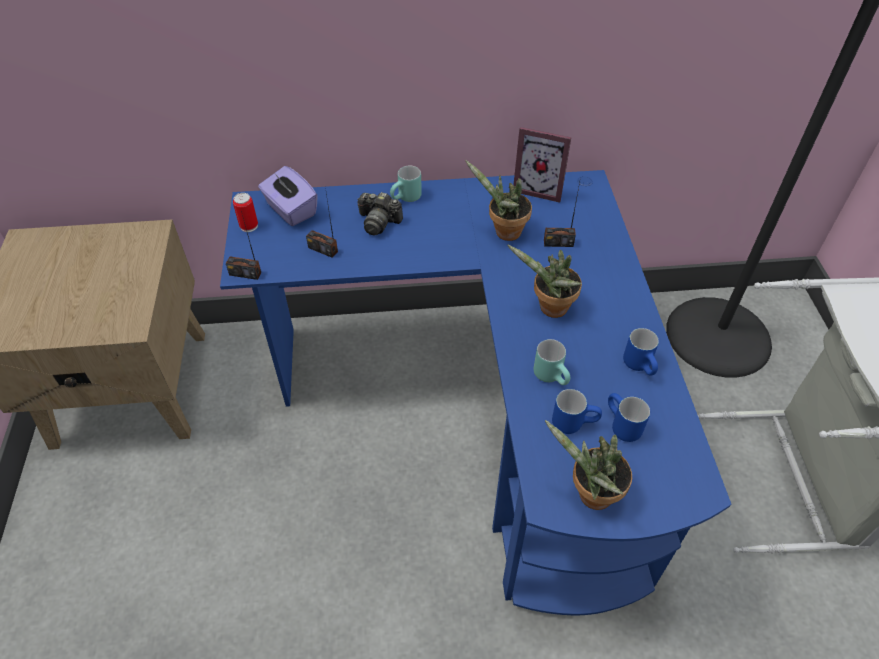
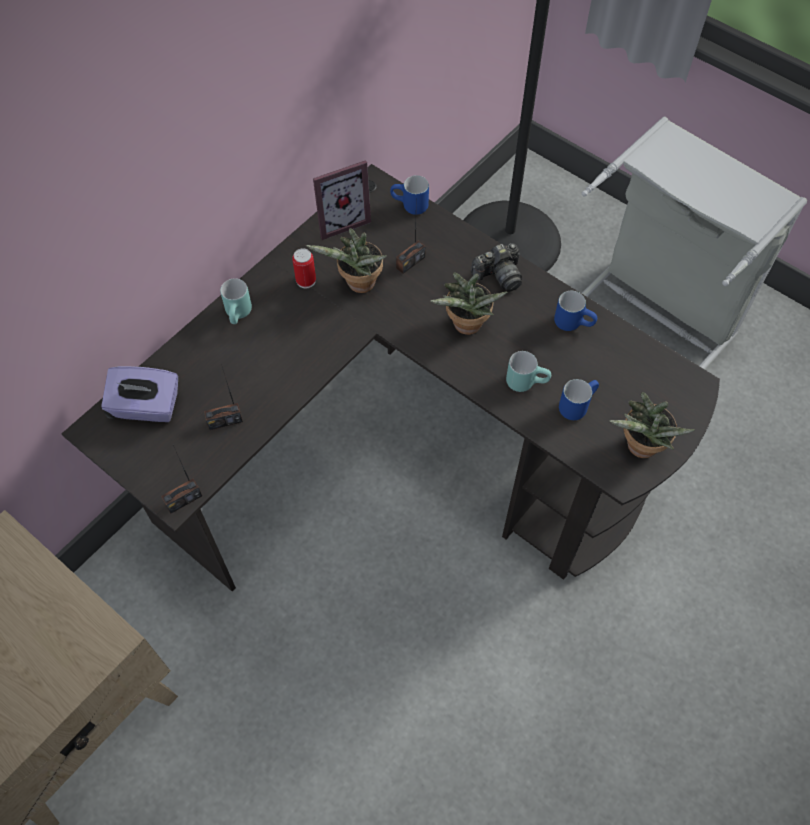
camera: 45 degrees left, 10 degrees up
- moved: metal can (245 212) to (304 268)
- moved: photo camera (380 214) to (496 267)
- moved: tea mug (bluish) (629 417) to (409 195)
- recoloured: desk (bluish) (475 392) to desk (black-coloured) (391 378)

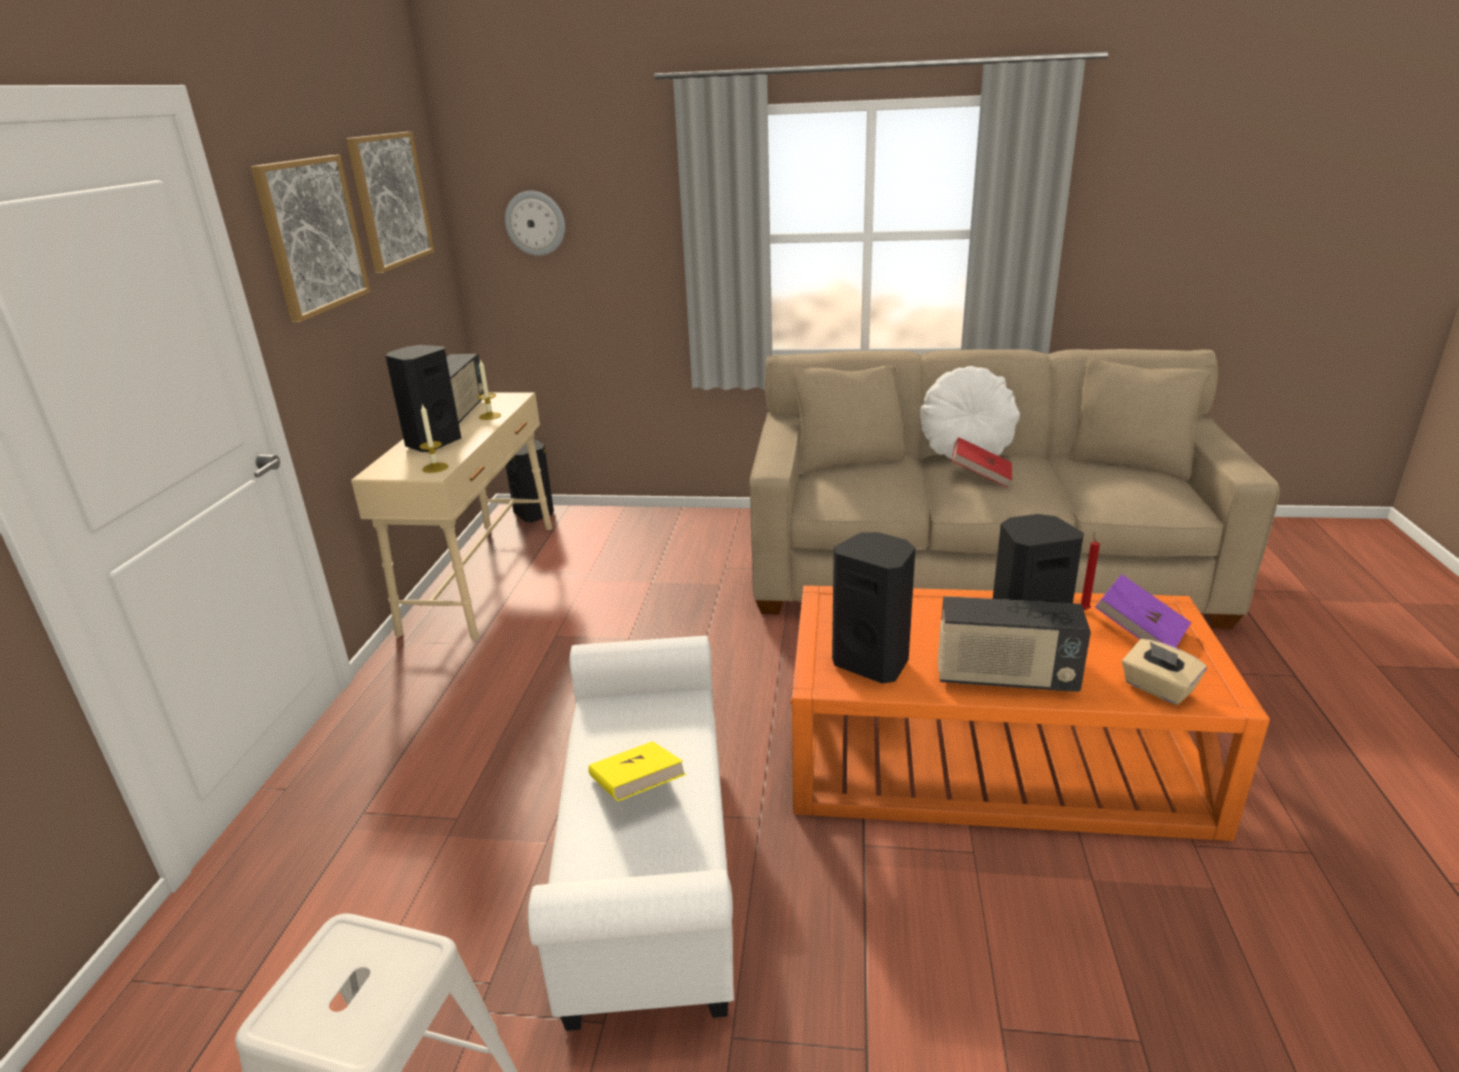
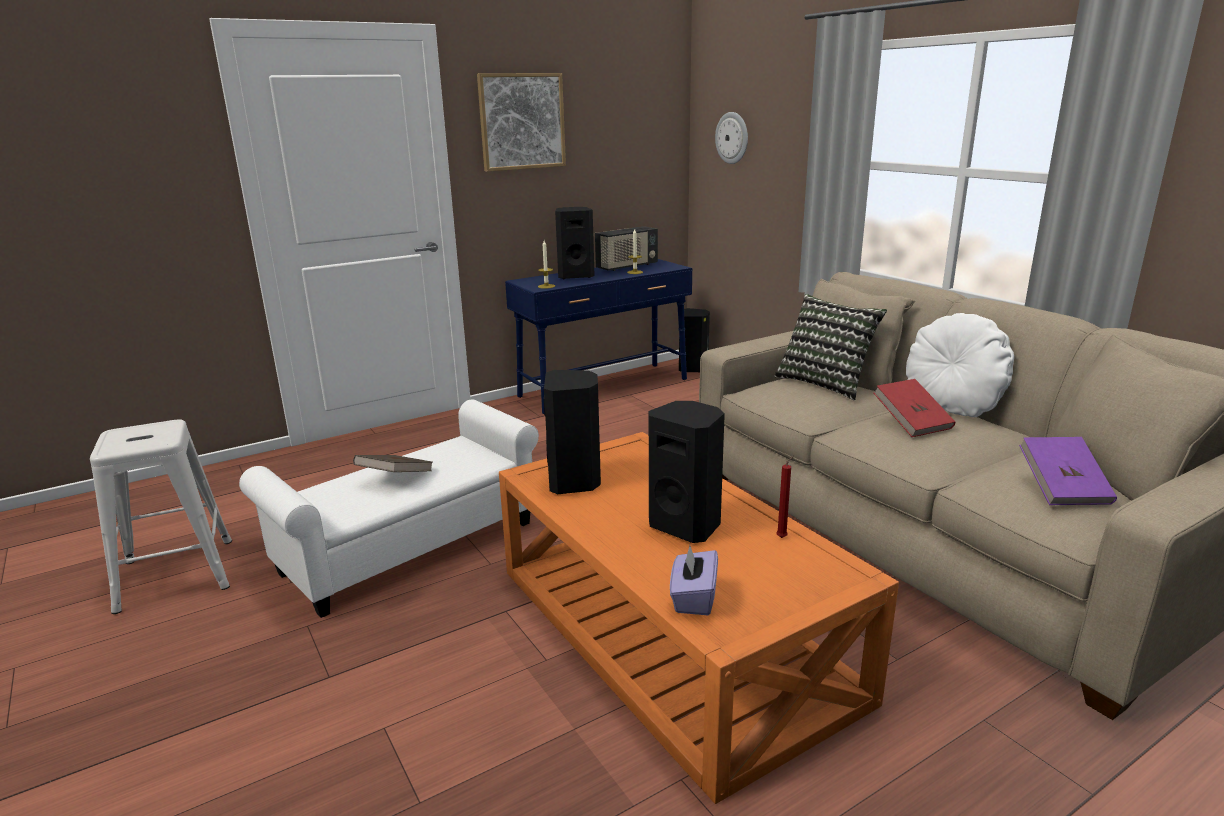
camera: 50 degrees right, 5 degrees down
- removed: picture (390 202)
- removed: radio (1014 644)
- added: cushion (831 347)
- moved: volume (purple) (1143 610) to (1068 471)
- recoloured: narrow table (beige-coloured) (451 516) to narrow table (bluish) (599 336)
- recoloured: volume (yellow) (637 771) to volume (brown) (392 463)
- recoloured: tissue holder (beige-coloured) (1164 672) to tissue holder (purple) (694 580)

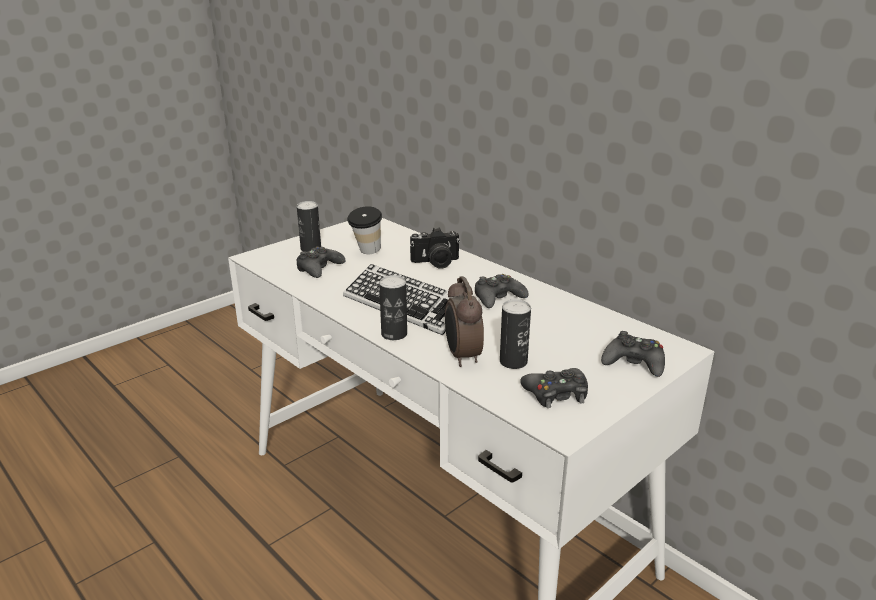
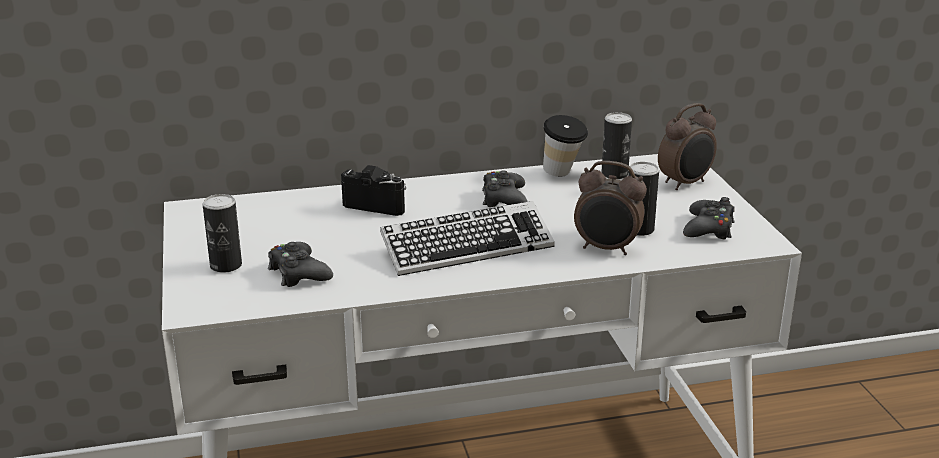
camera: 60 degrees left, 0 degrees up
- moved: small cup (364 230) to (565 146)
- moved: metal can (393 307) to (616 145)
- replaced: gamepad (black-coloured) (633 354) to table clock (687 146)
- turned: photo camera (435 248) = (373 190) 90 degrees counterclockwise

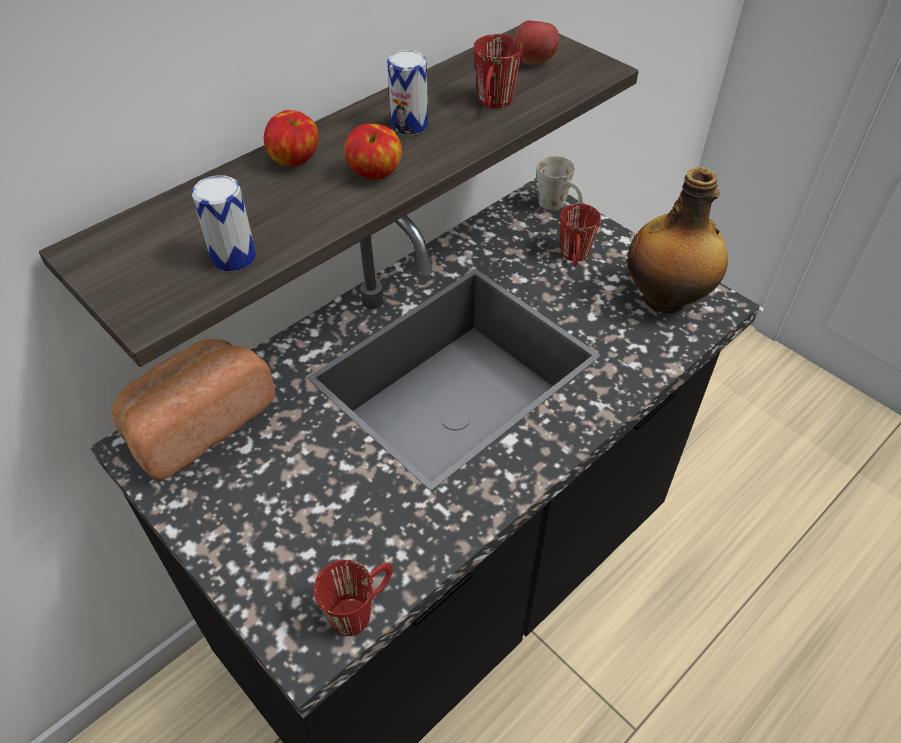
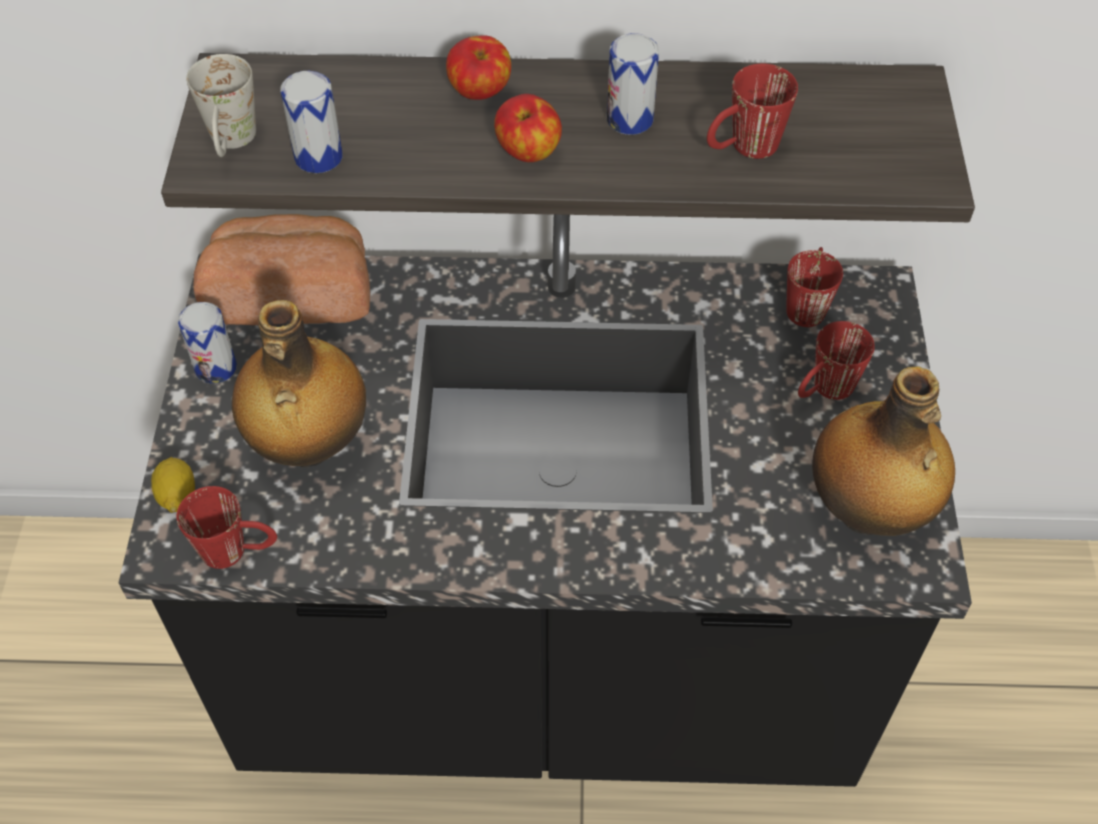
camera: 45 degrees right, 5 degrees up
- removed: apple fruit (536 42)
- added: whole lemon (173 485)
- added: metal can (207 343)
- added: bottle (299 383)
- added: tea mug (red-coloured) (814 287)
- moved: tea mug (whitish) (560 183) to (221 105)

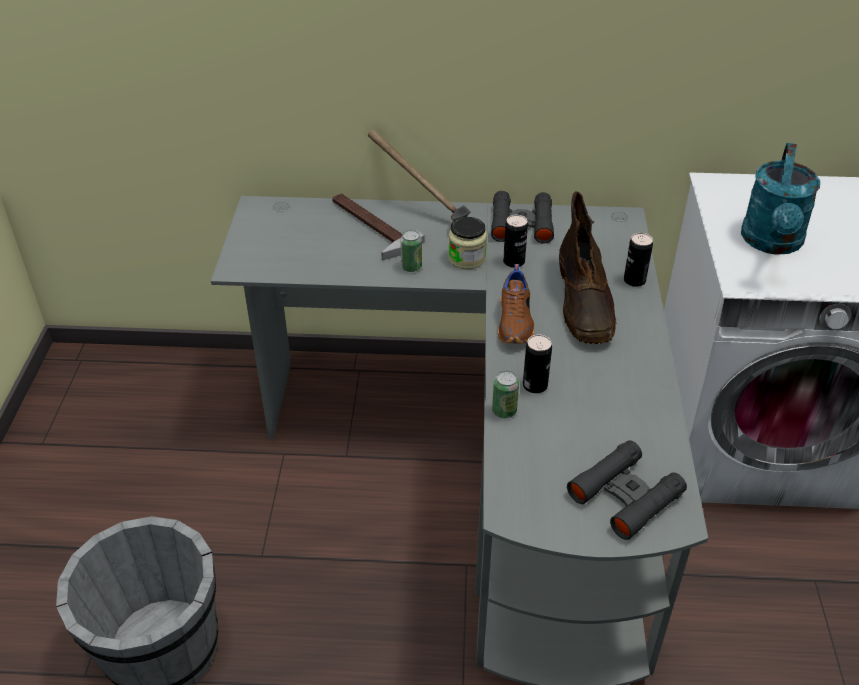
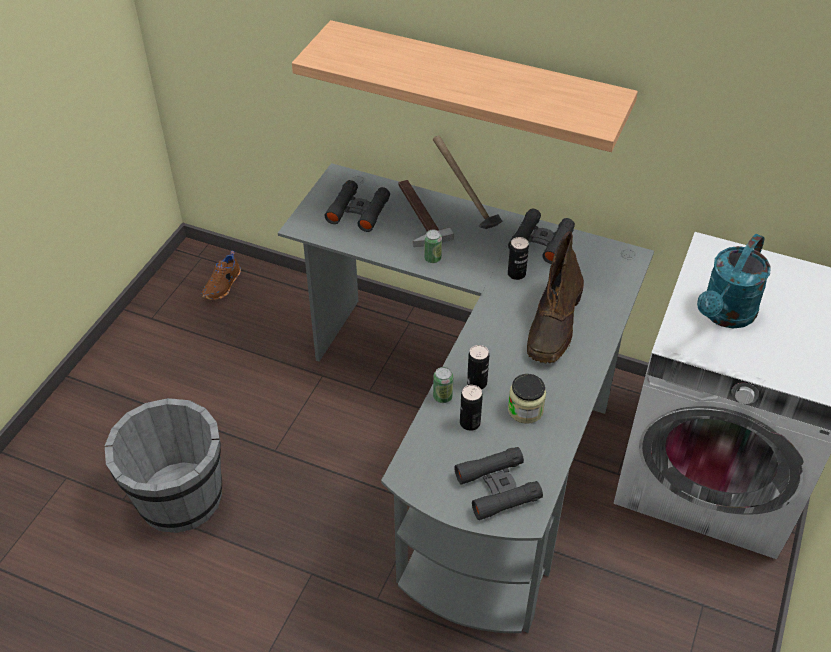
camera: 20 degrees right, 5 degrees up
- added: wall shelf (465 86)
- added: pair of binoculars (black-coloured) (357 206)
- moved: jar (467 243) to (527 399)
- moved: low shoe (brown) (516 304) to (221 275)
- moved: metal can (638 260) to (471 408)

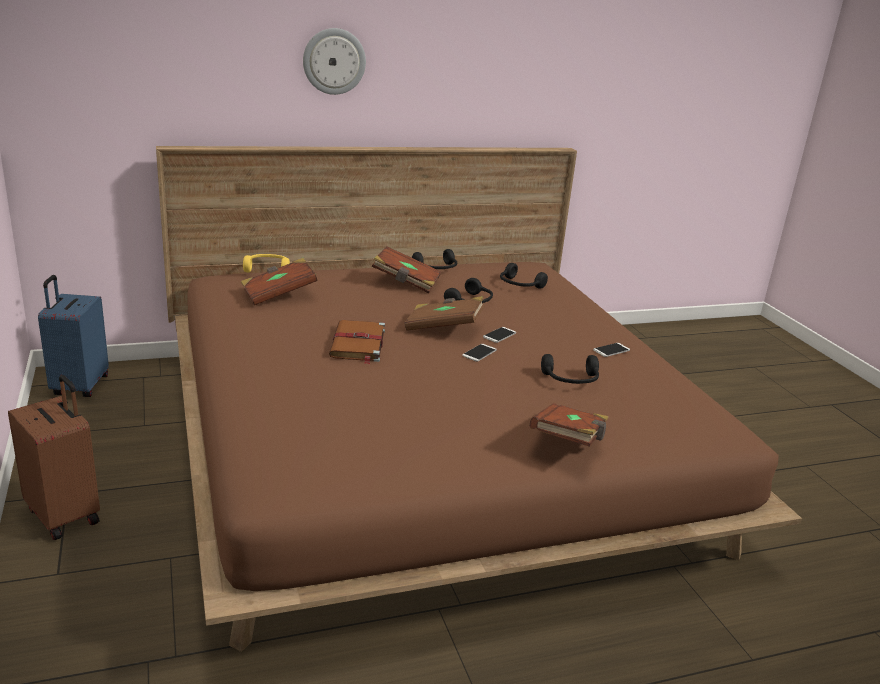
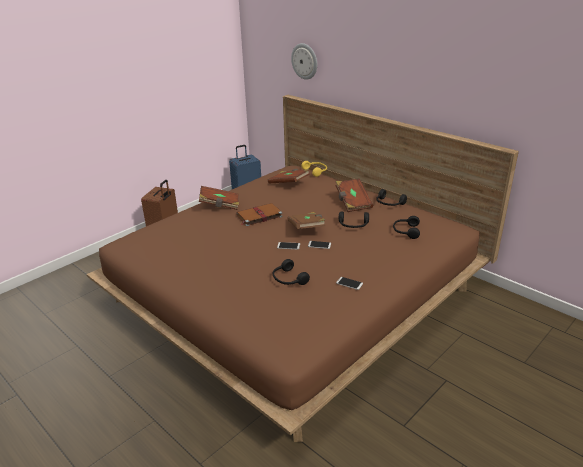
camera: 65 degrees right, 5 degrees up
- moved: hanging clock (334 61) to (304 61)
- moved: volume (brown) (569 425) to (219 198)

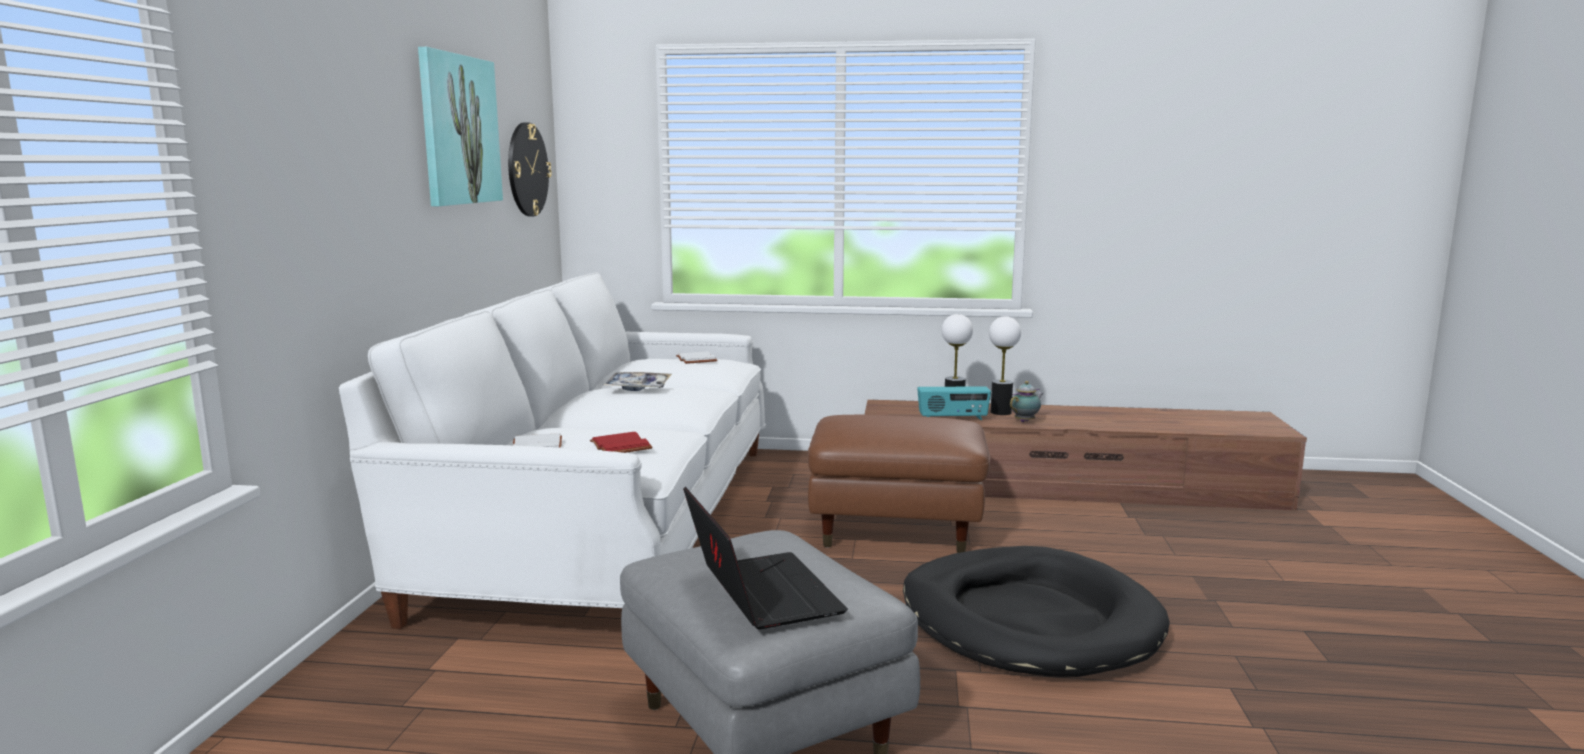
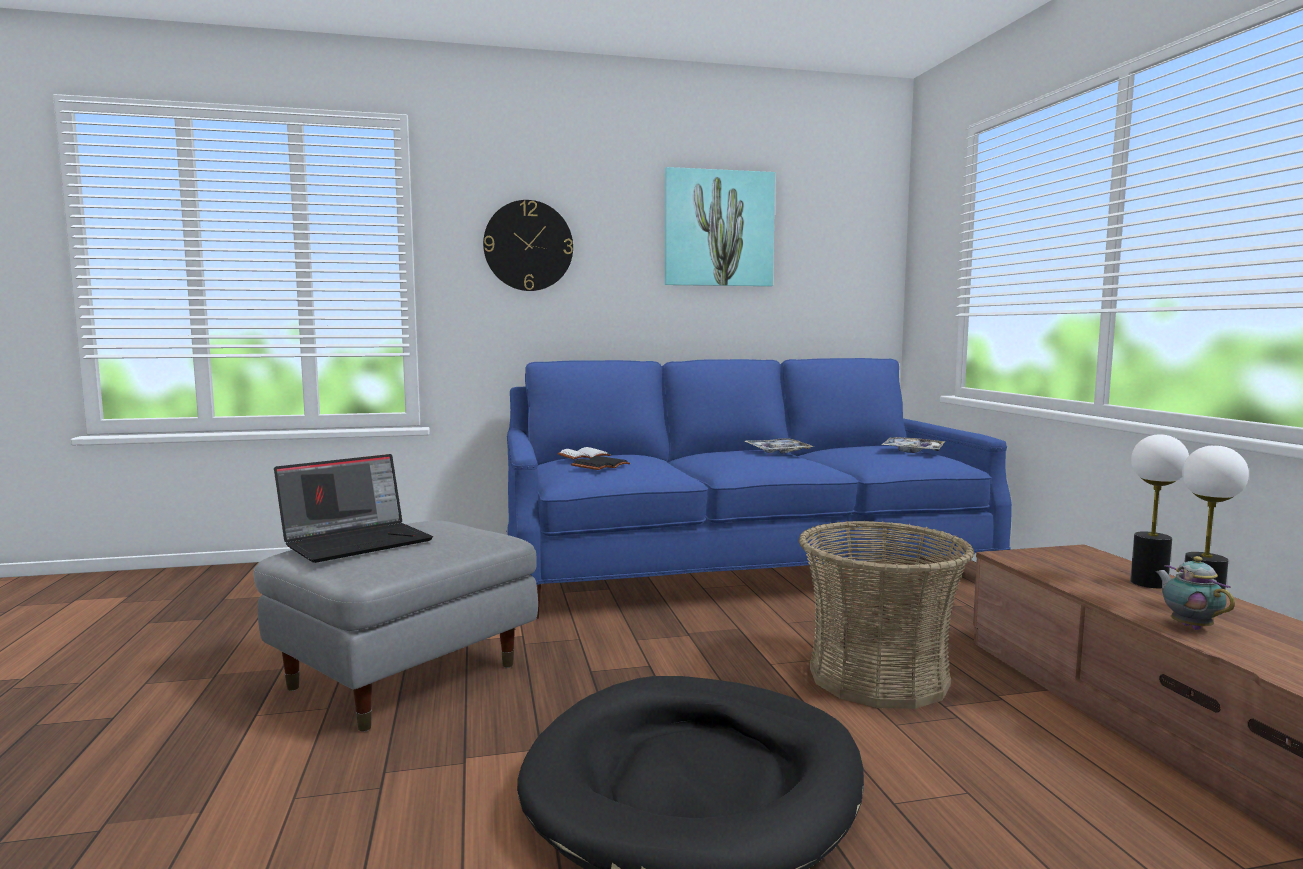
camera: 70 degrees right, 5 degrees down
- removed: radio (954 403)
- moved: hanging clock (530 169) to (528 245)
- replaced: volume (whitish) (696 357) to tray (913 445)
- replaced: footrest (brown) (899 484) to household basket (886 615)
- recoloured: couch (whitish) (552 450) to couch (bluish) (759 488)
- recoloured: volume (red-coloured) (621 442) to volume (black-coloured) (600 463)
- turned: teapot (1026 401) = (1195 593) 135 degrees counterclockwise

